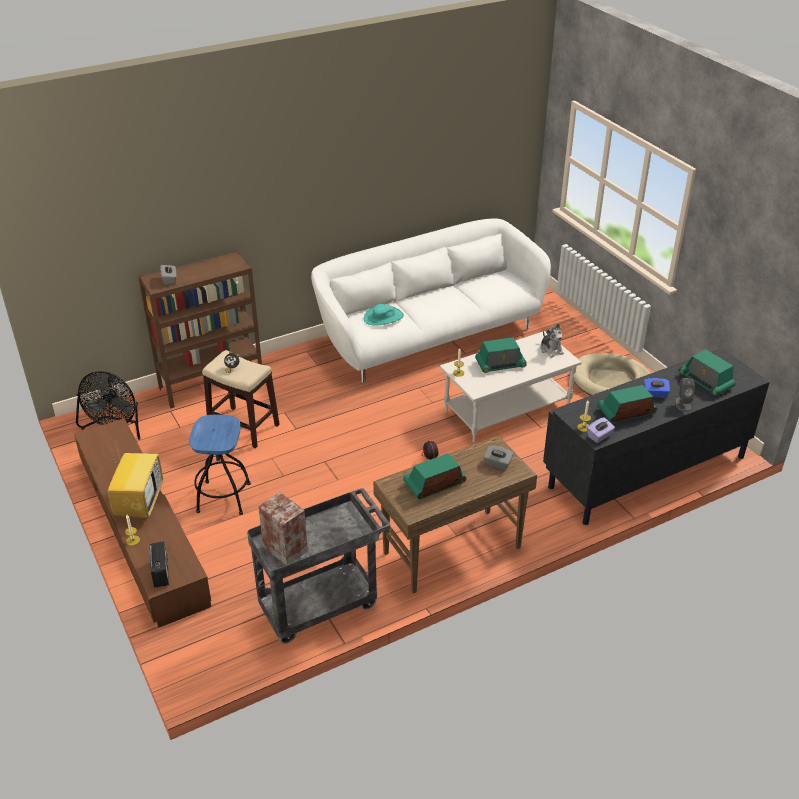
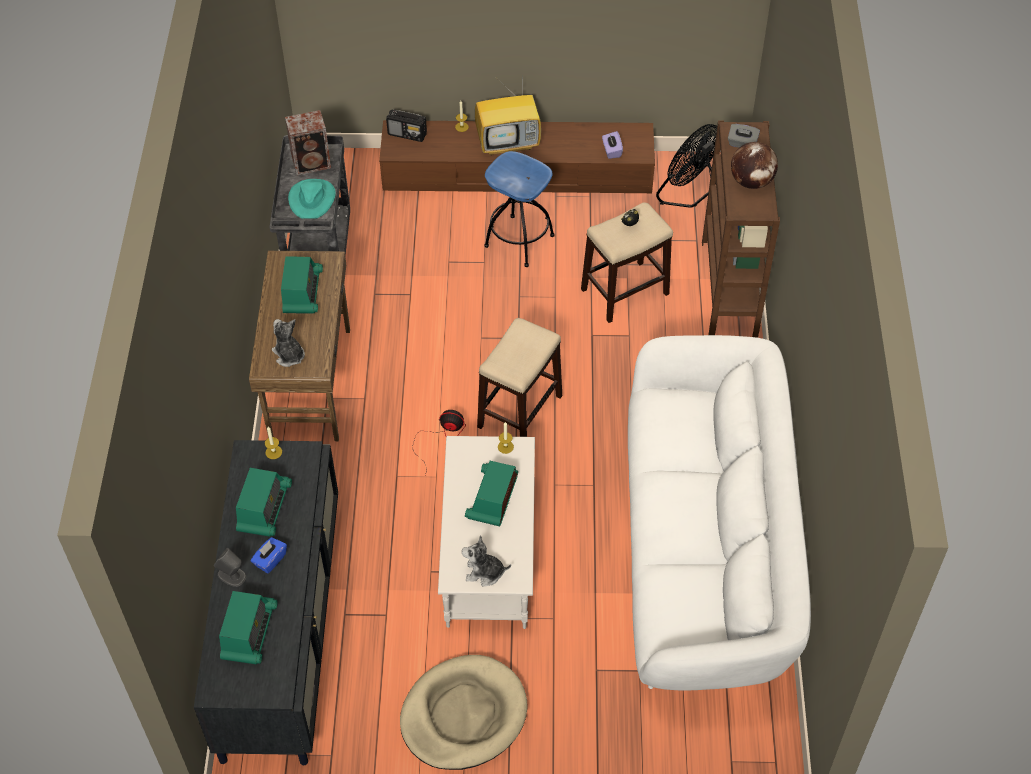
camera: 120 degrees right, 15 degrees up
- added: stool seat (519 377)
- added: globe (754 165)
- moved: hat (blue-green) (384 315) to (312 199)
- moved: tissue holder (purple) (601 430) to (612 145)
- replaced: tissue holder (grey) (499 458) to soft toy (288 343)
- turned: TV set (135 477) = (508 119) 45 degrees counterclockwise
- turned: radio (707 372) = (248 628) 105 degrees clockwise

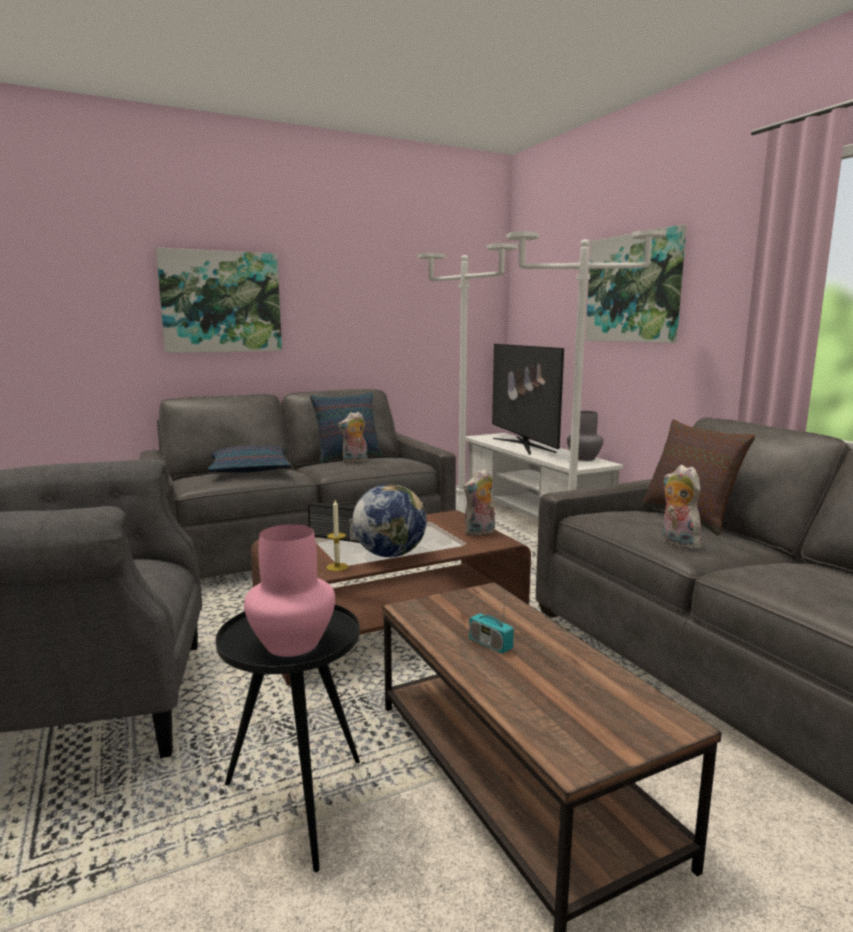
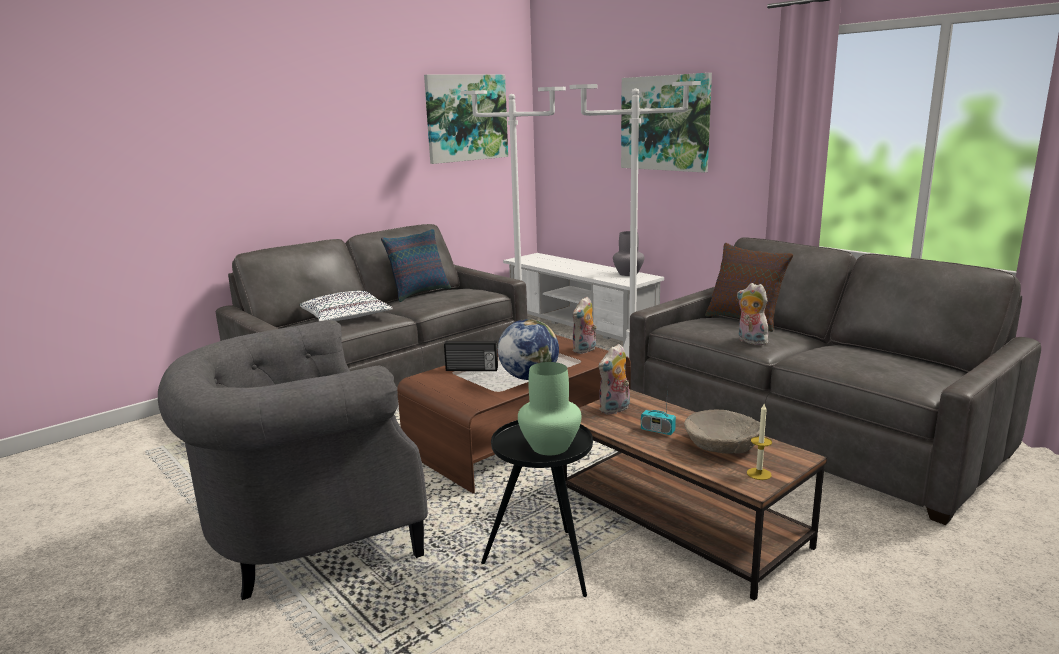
camera: 15 degrees left, 5 degrees up
- removed: TV set (528 399)
- added: deep dish (beige-coloured) (722 432)
- moved: picture (219 300) to (466 119)
- moved: wax candle (337 536) to (759 442)
- moved: soft toy (352 437) to (614 379)
- recoloured: cushion (bluish) (249 459) to cushion (whitish) (346 306)
- recoloured: flower vase (pinkish) (289 590) to flower vase (green) (550 408)

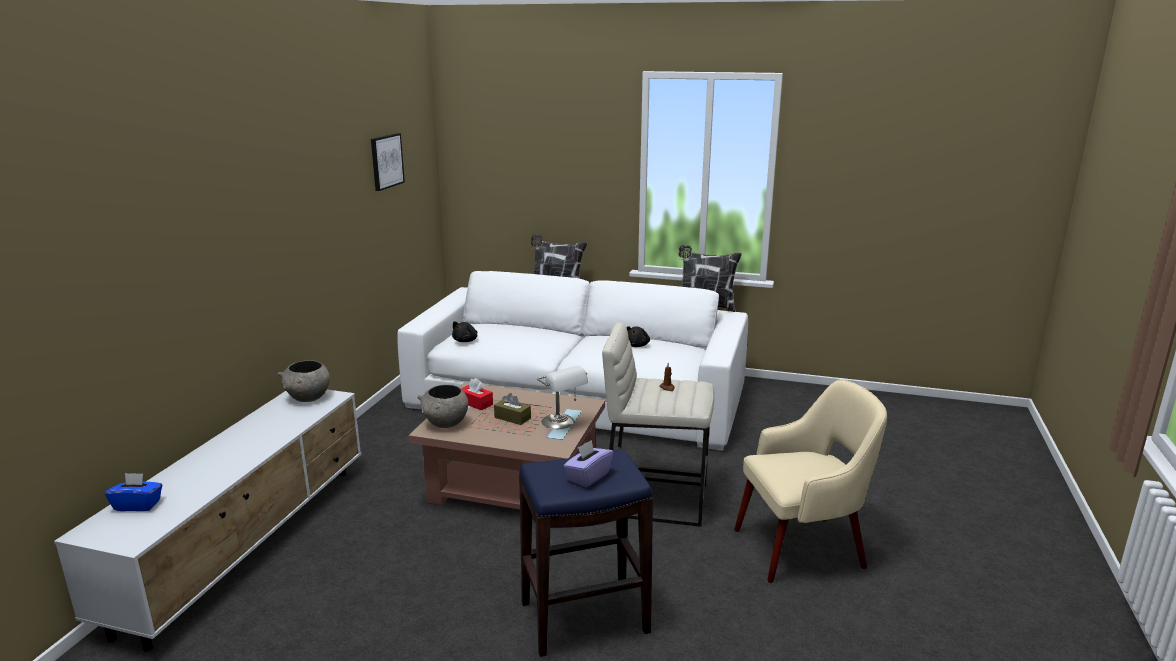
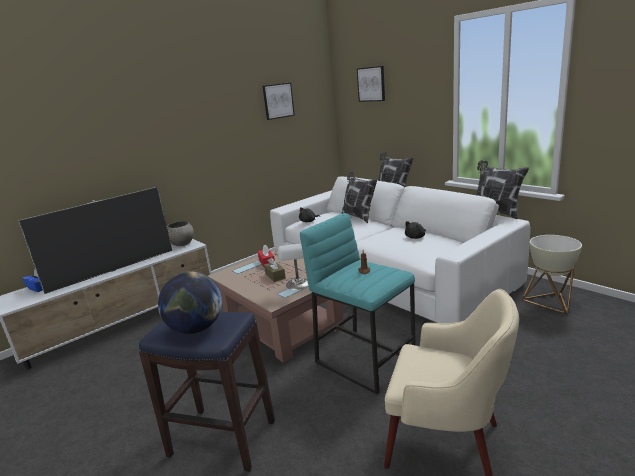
camera: 35 degrees right, 0 degrees up
- removed: deep dish (grey) (442 406)
- added: TV set (95 240)
- added: cushion (359 197)
- added: picture (371 84)
- added: plant pot (552 274)
- replaced: tissue holder (purple) (588 463) to globe (190 303)
- recoloured: stool seat (beige-coloured) (658 425) to stool seat (blue-green) (358 303)

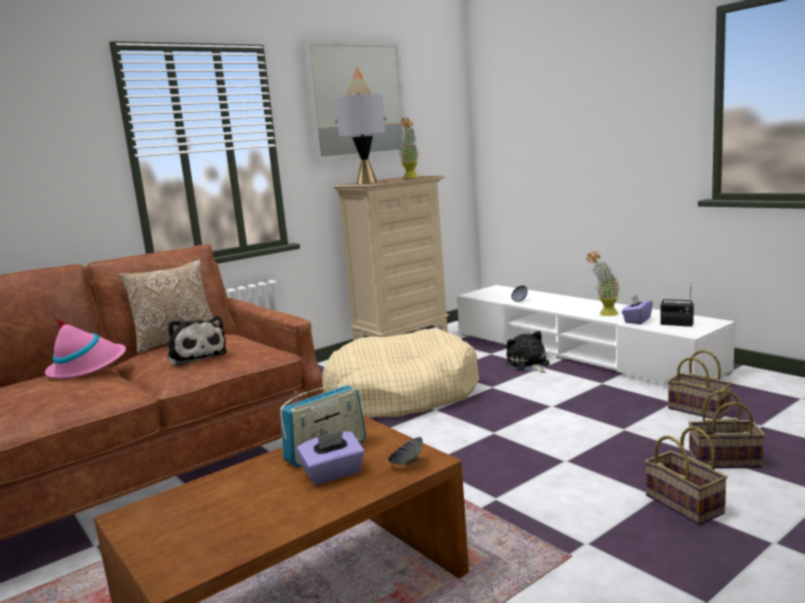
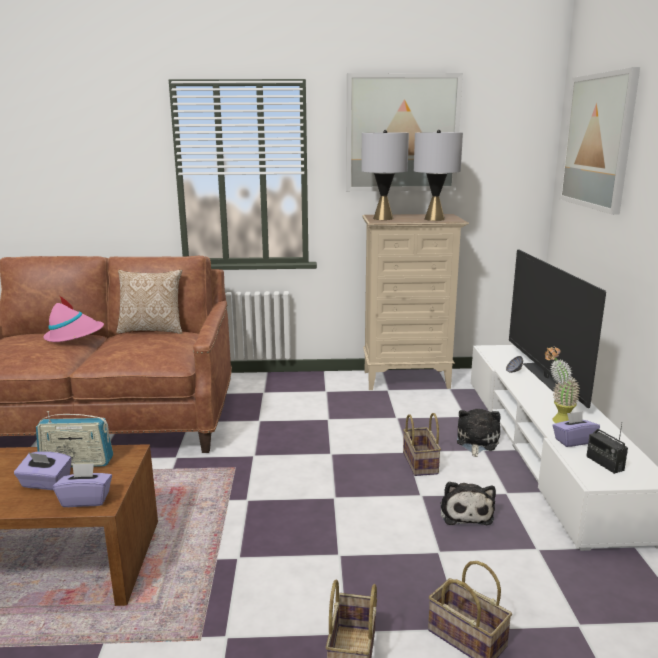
camera: 35 degrees right, 5 degrees up
- removed: pet bed (beige-coloured) (400 373)
- added: TV set (557 328)
- added: picture (599 141)
- moved: soft toy (197 341) to (468 503)
- moved: household basket (699 385) to (422 444)
- replaced: deep dish (405 451) to tissue holder (purple) (82 485)
- replaced: potted plant (409 148) to tabletop lamp (grey) (438 175)

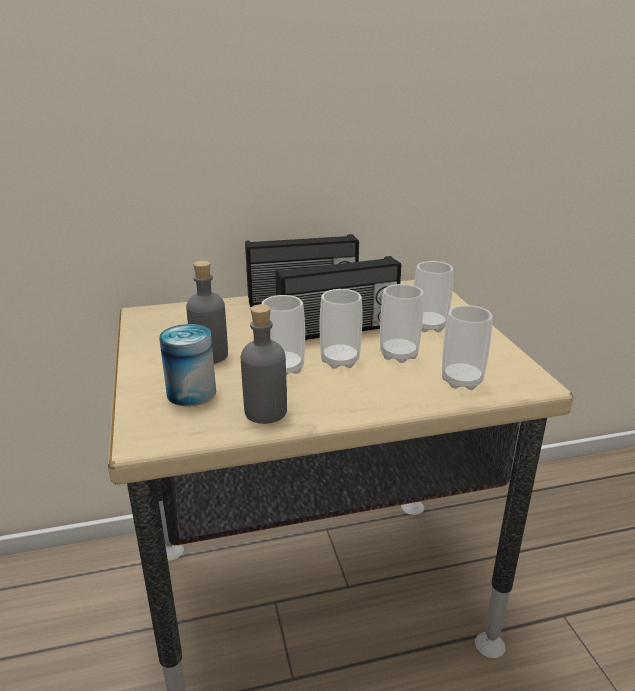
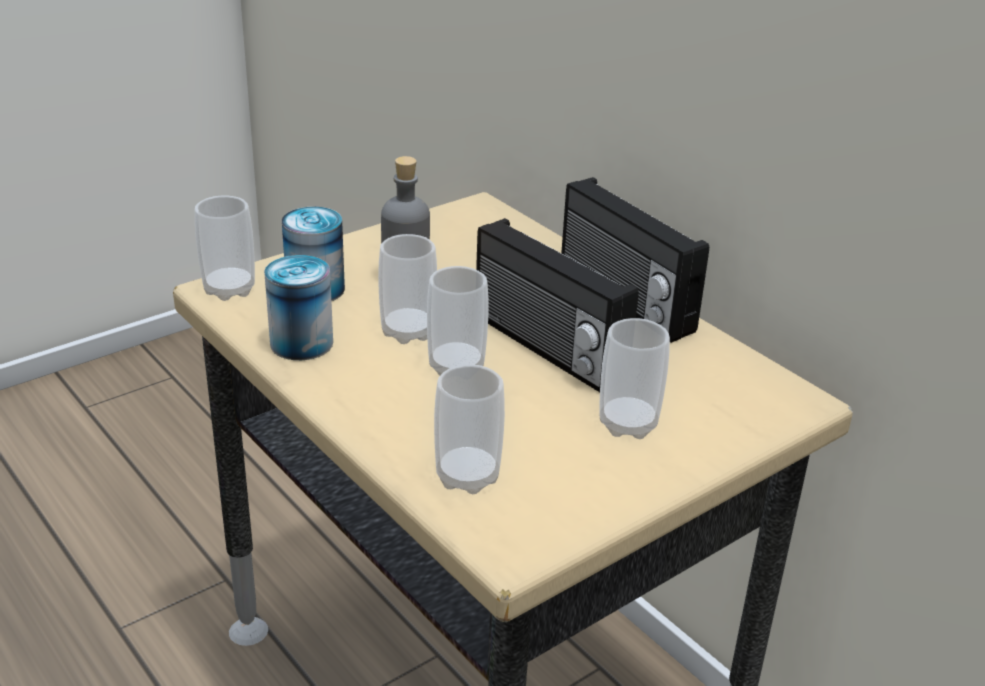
camera: 65 degrees right, 5 degrees up
- moved: small cup (402 323) to (225 248)
- replaced: bottle (grey) (264 364) to metal can (298 307)

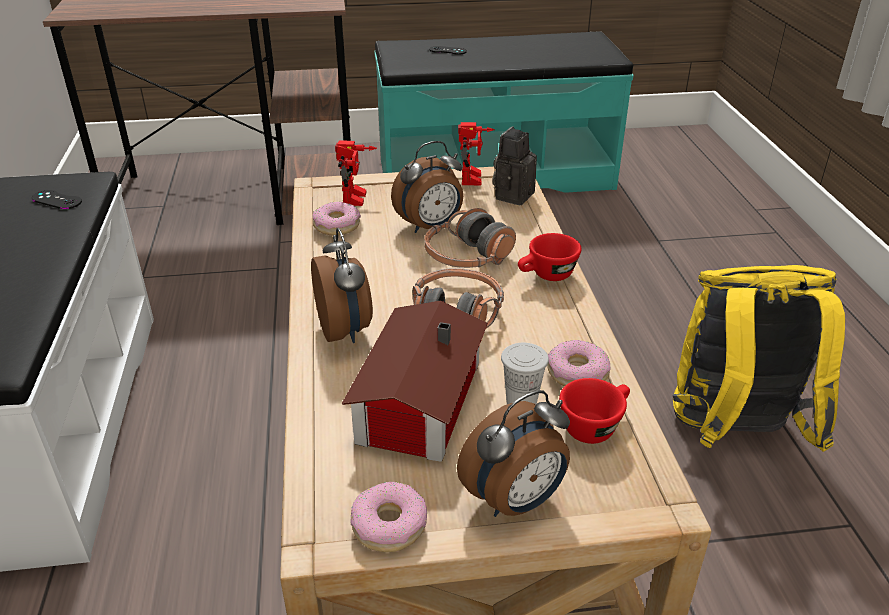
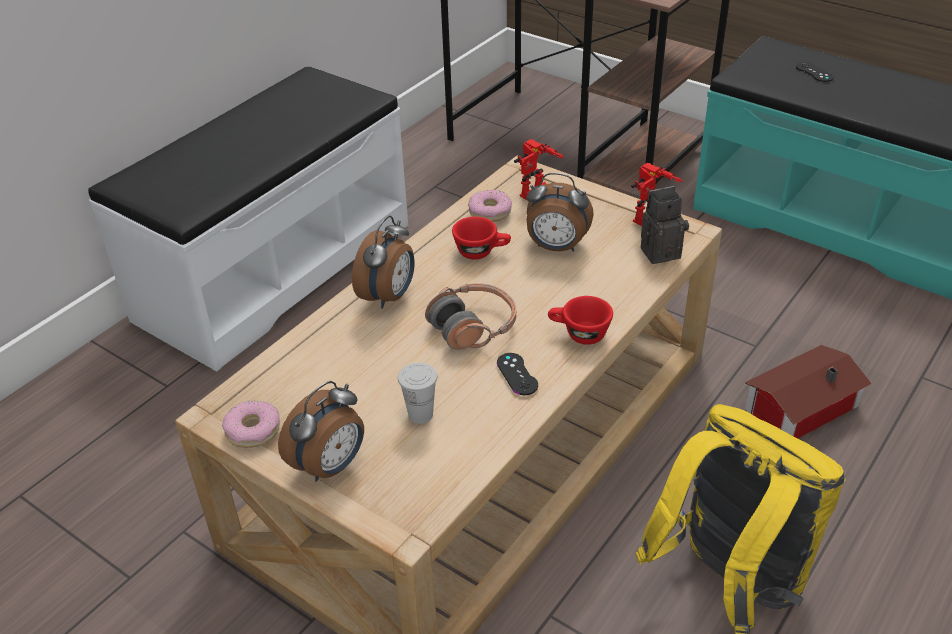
camera: 45 degrees right, 5 degrees up
- removed: pair of headphones (470 238)
- removed: ring doughnut (578 363)
- moved: gamepad (black-coloured) (57 199) to (517 374)
- moved: miniature house (415 381) to (808 391)
- moved: small cup (red-coloured) (594 411) to (481 238)
- turned: table clock (513 453) = (321 431) 60 degrees counterclockwise

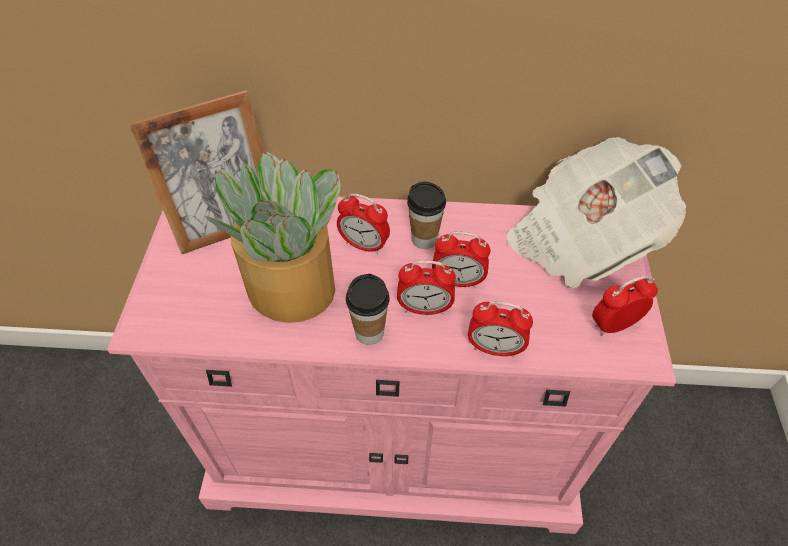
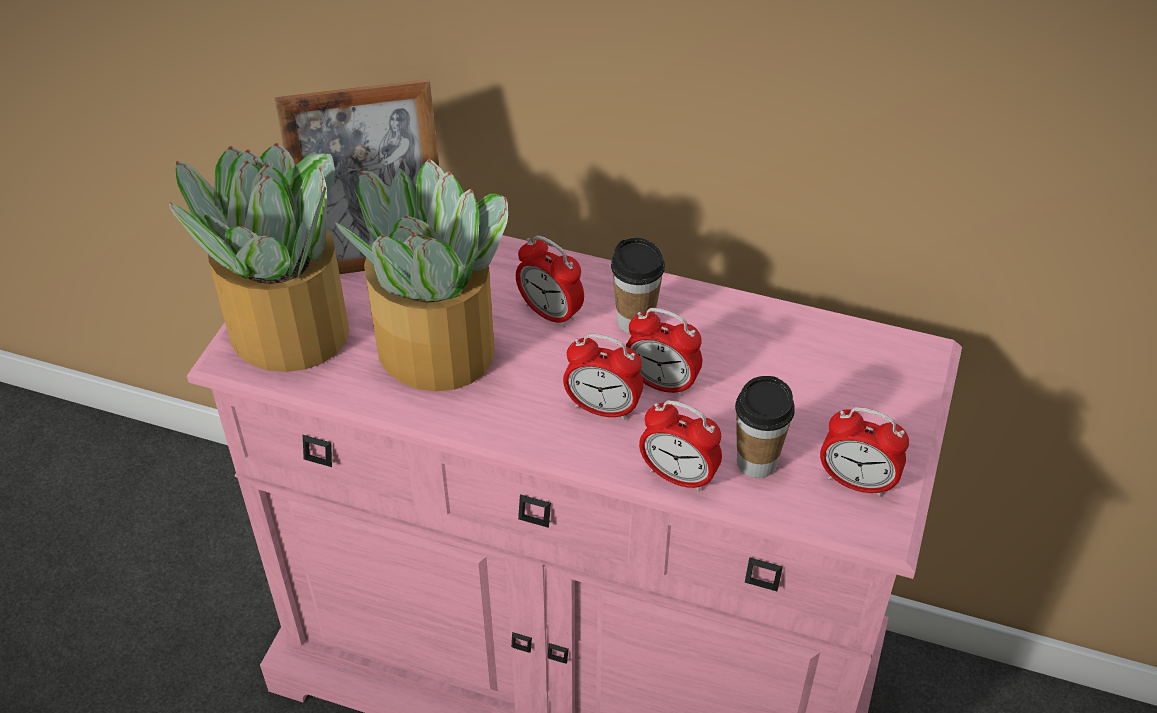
camera: 15 degrees right, 5 degrees down
- removed: printed paper (596 212)
- added: potted plant (259 257)
- moved: small cup (368 309) to (765 427)
- turned: table clock (625 305) = (864 452) 150 degrees counterclockwise

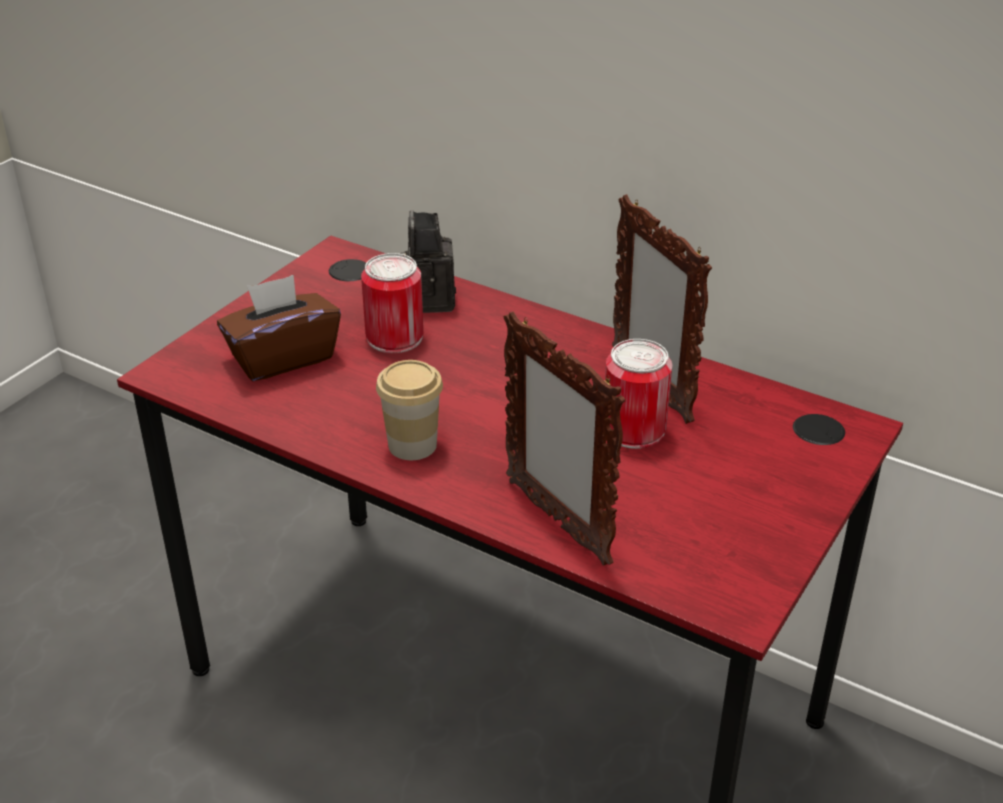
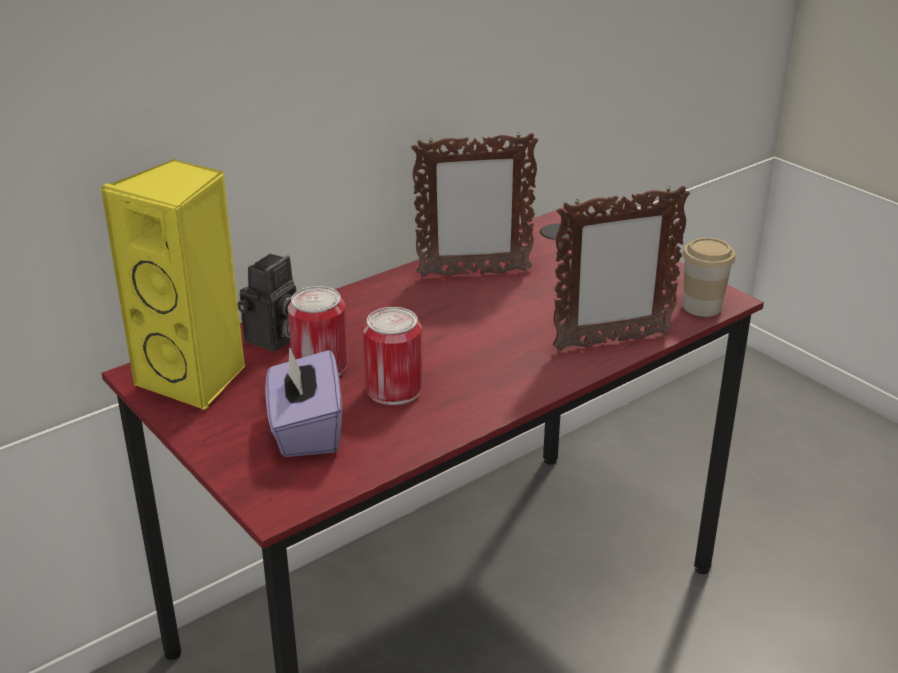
camera: 70 degrees left, 5 degrees down
- added: loudspeaker (yellow) (173 285)
- moved: small cup (409 410) to (708 277)
- moved: metal can (638 394) to (393 356)
- recoloured: tissue holder (brown) (279 328) to tissue holder (purple) (304 401)
- turned: photo camera (428 261) = (267 303) 75 degrees counterclockwise

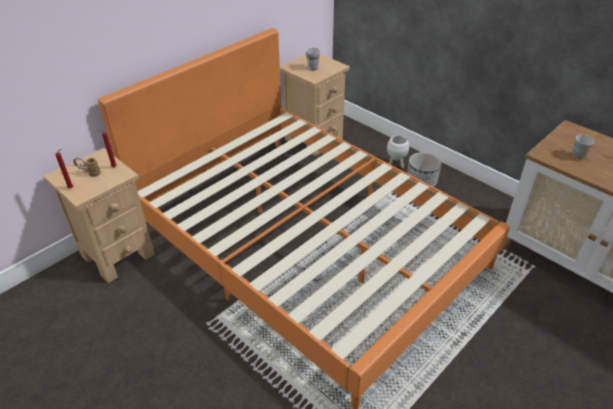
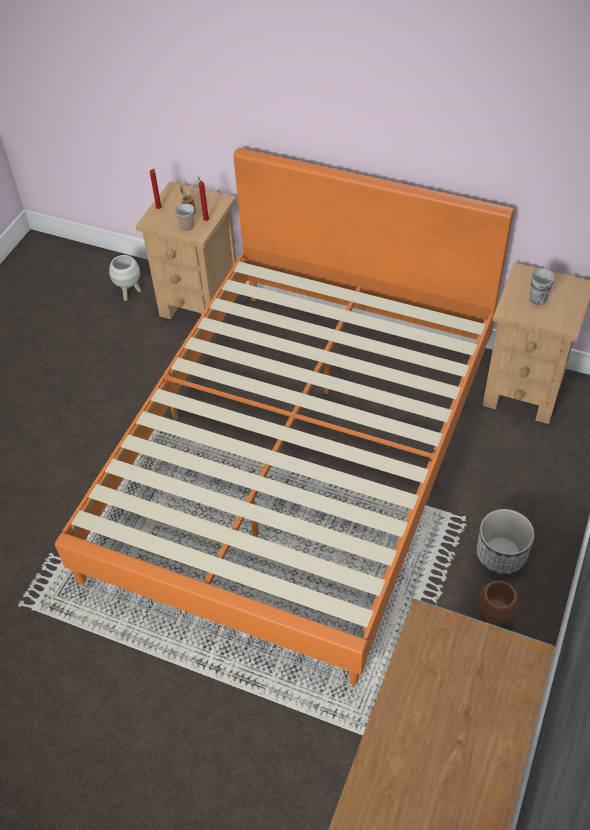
camera: 70 degrees right, 10 degrees up
- added: plant pot (brown) (498 602)
- moved: plant pot (whitish) (398 151) to (125 278)
- moved: small cup (583 147) to (184 217)

